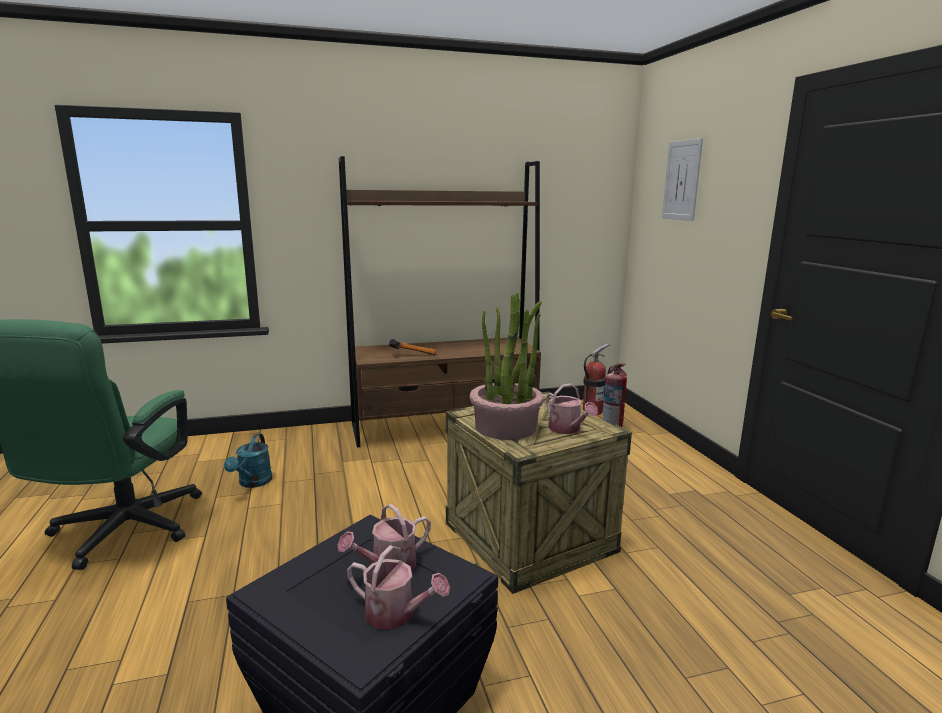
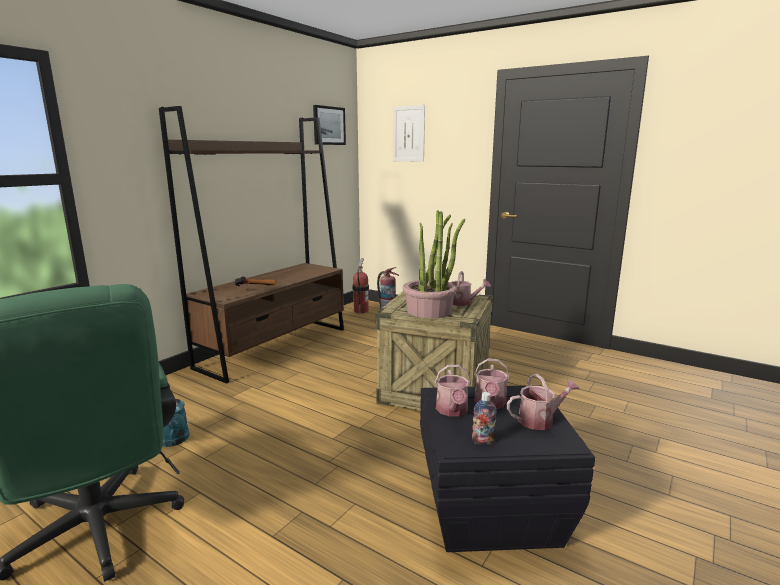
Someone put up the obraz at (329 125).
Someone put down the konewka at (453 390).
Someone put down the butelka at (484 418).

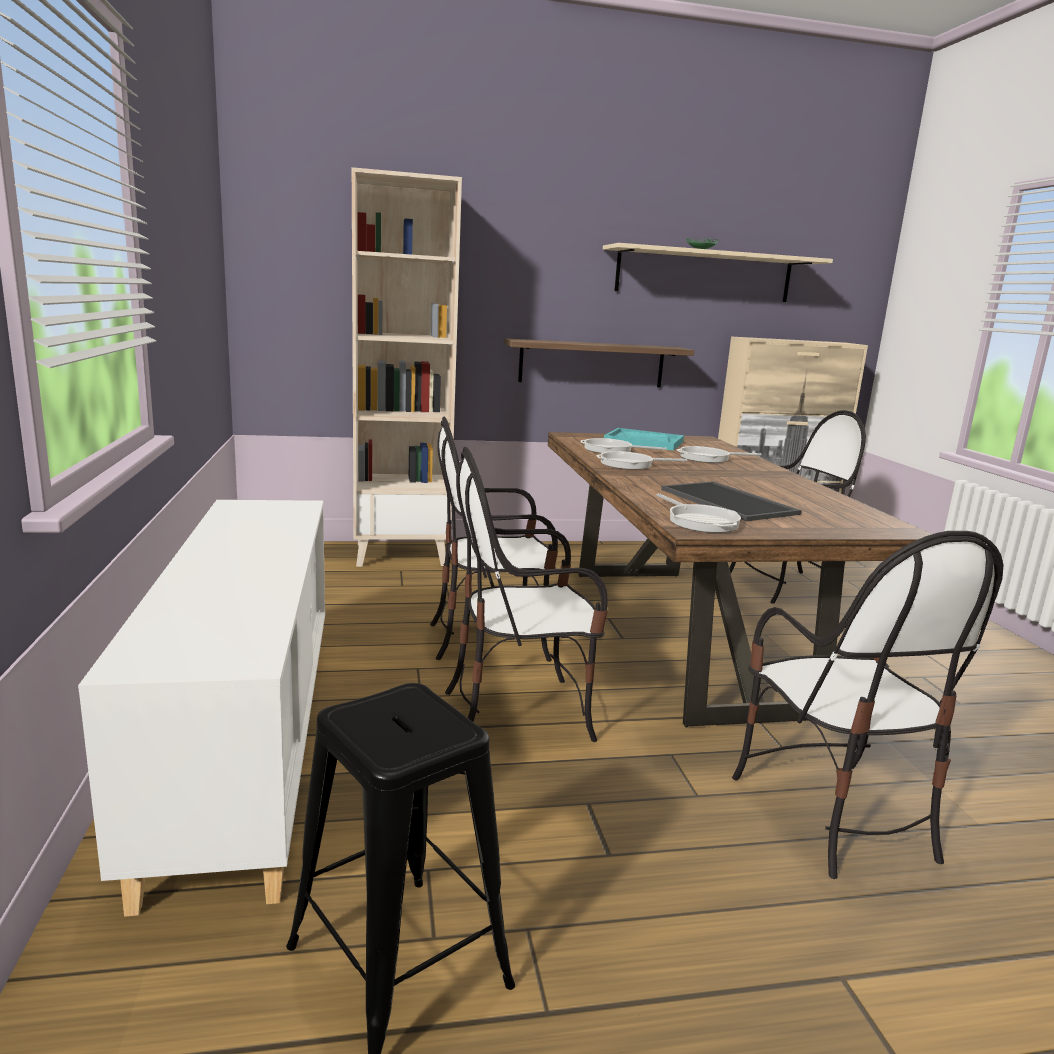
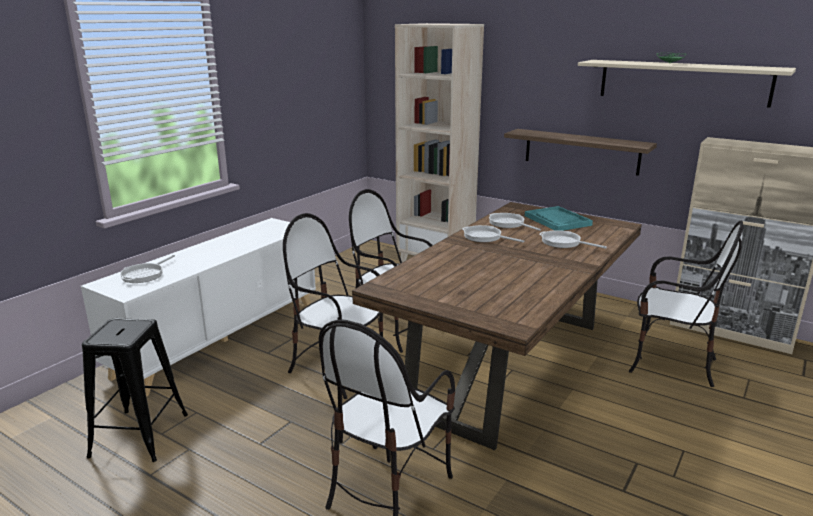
Someone took away the taca at (731 501).
Someone carried the patelnia from (699 513) to (147 269).

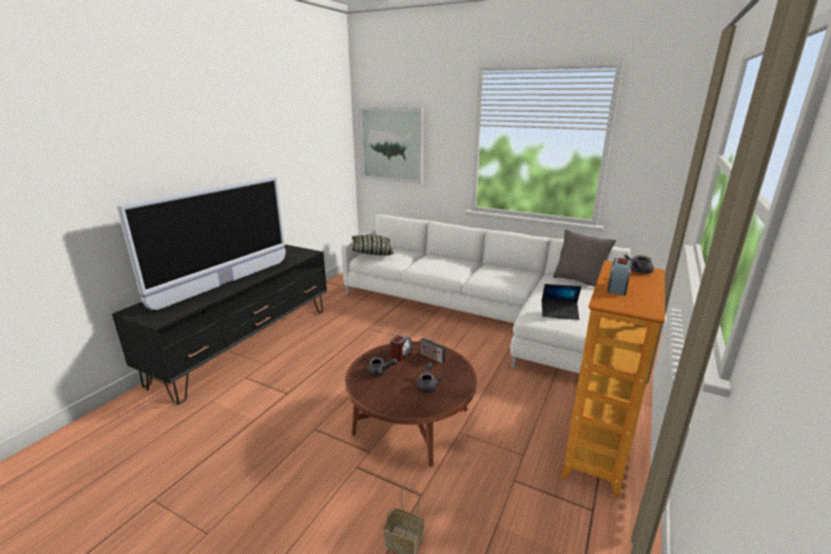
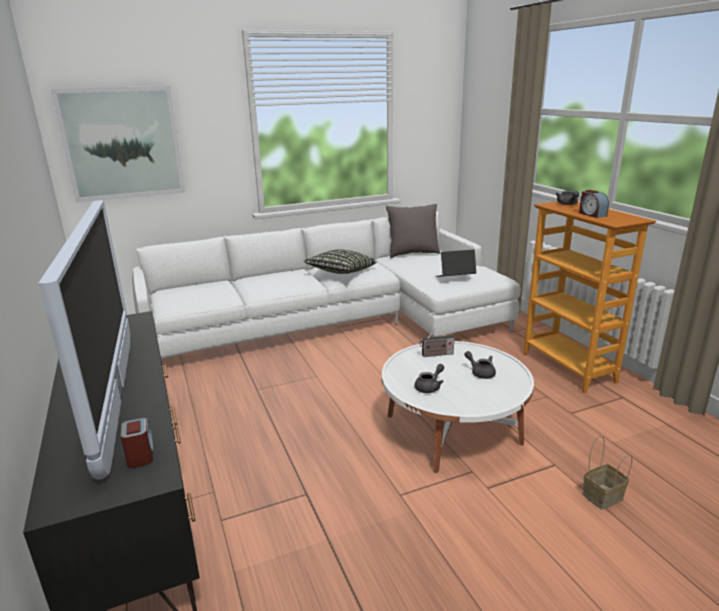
Someone carried the poduszka from (373 245) to (340 261).
Someone rotated the laptop at (561 302) by 150 degrees counterclockwise.
Someone carried the budzik from (401 348) to (137 442).
Someone repainted the ława (brązowy) at (411 404), which became the ława (biały) at (458 407).

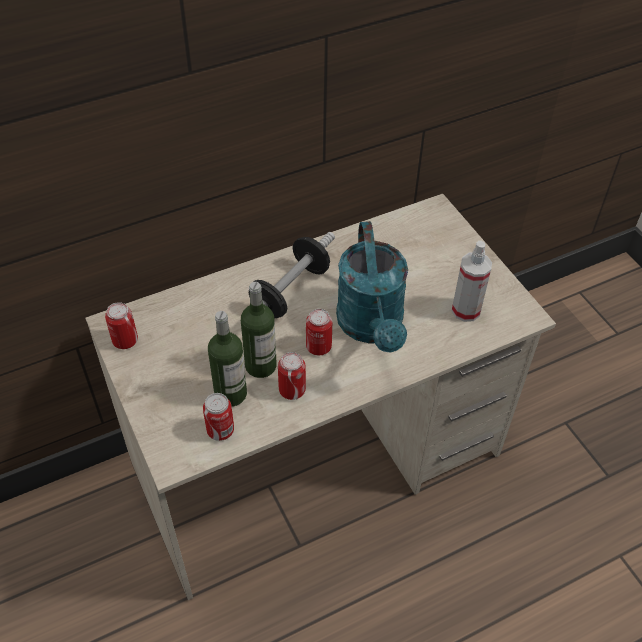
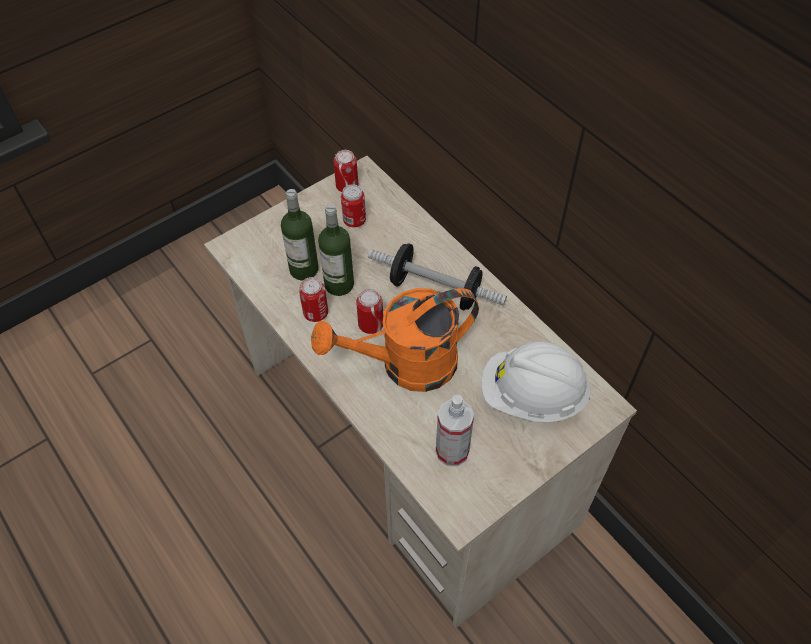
Someone repainted the konewka (turkusowy) at (372 287), which became the konewka (pomarańczowy) at (395 340).
Someone carried the puszka from (218 417) to (353 205).
Someone put down the kask (biały) at (536 381).

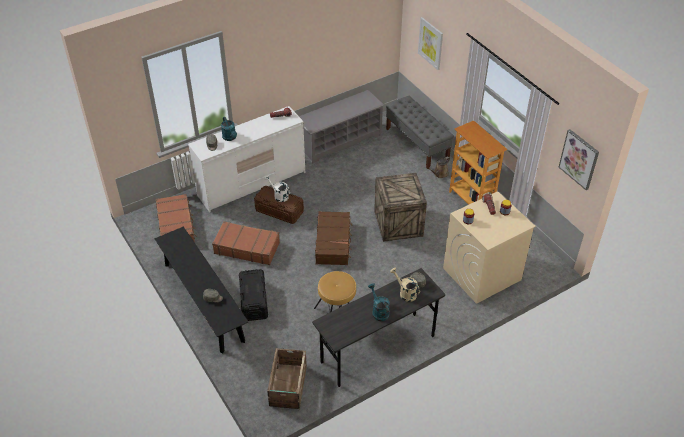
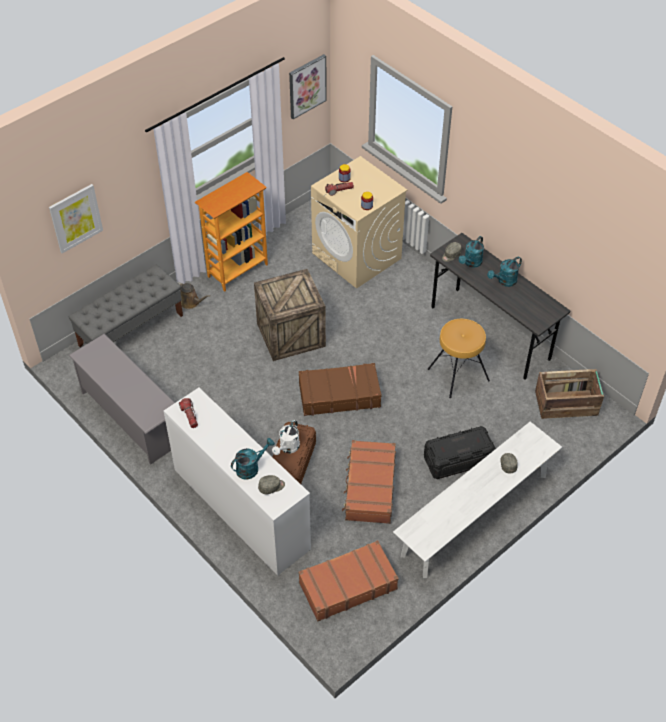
Someone repainted the ławka (czarny) at (201 290), which became the ławka (biały) at (477 500).
Someone repainted the konewka (beżowy) at (405 285), which became the konewka (turkusowy) at (471 252).

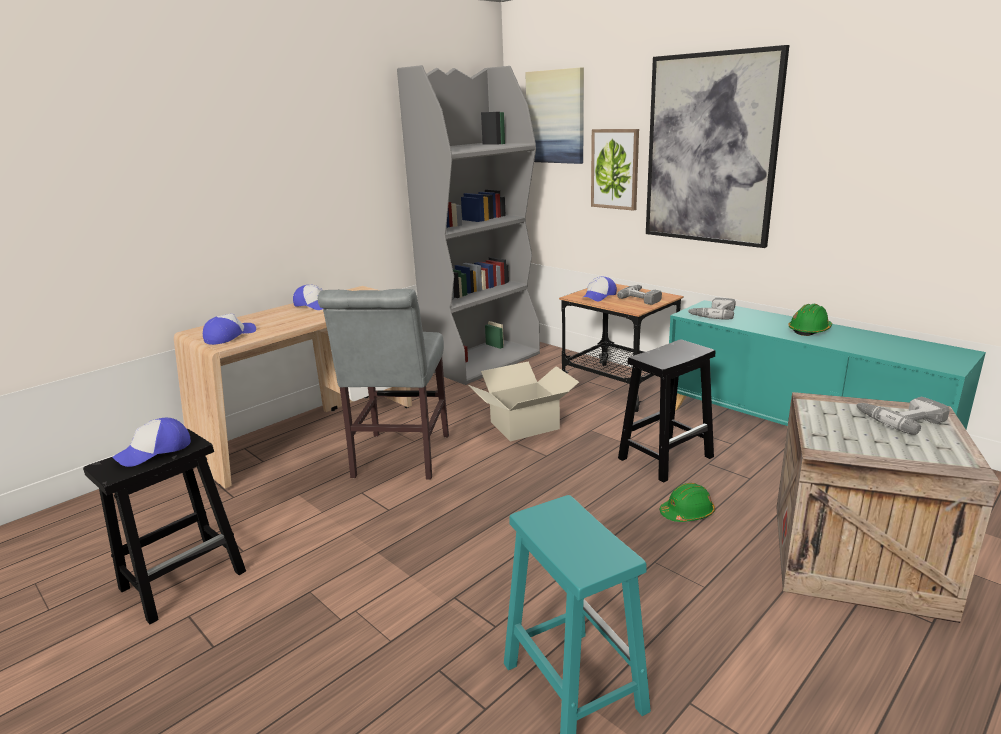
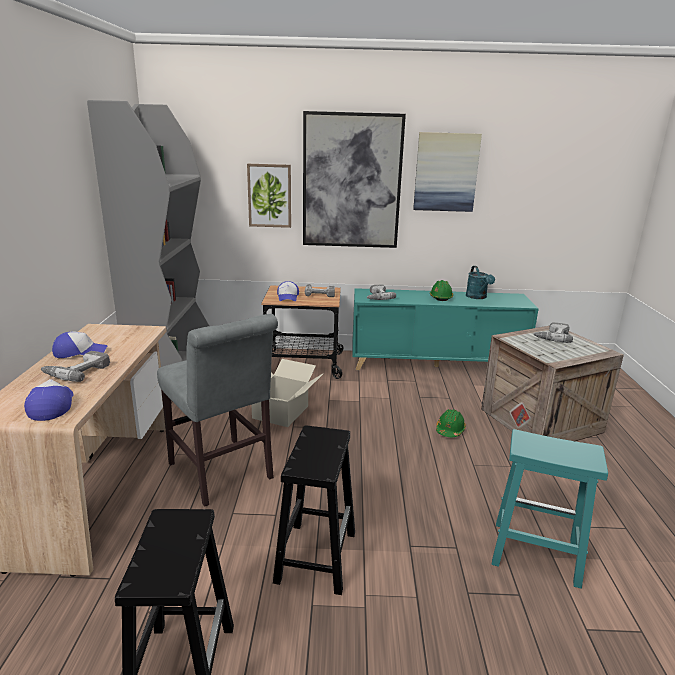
Someone carried the obraz from (554 116) to (447 172).
Someone carried the stołek (czarny) from (666 411) to (314 510).
Someone took away the czapka z daszkiem at (151 442).
Someone put down the konewka (turkusowy) at (480 282).
Someone put down the wiertarka at (75 366).

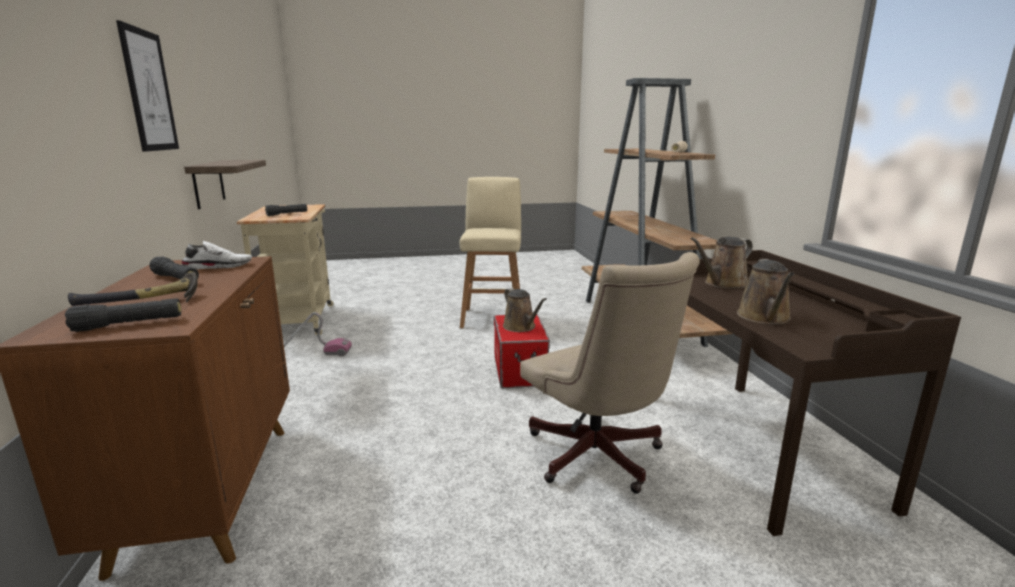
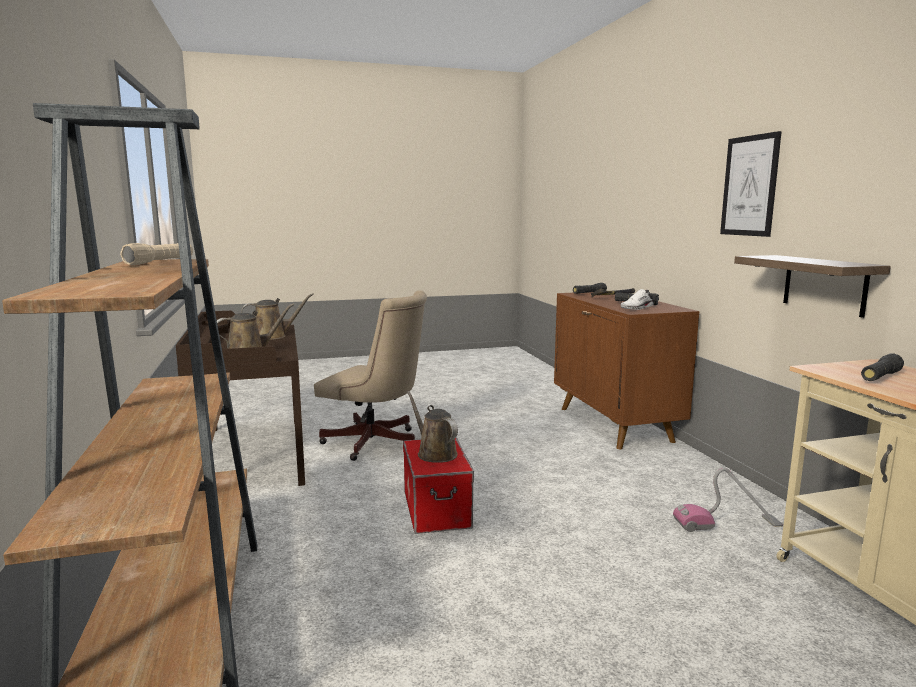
Someone took away the stołek (beżowy) at (490 252).
Someone rotated the krzesło biurowe (beżowy) at (610 373) by 150 degrees clockwise.
Someone rotated the konewka (brązowy) at (765 292) by 60 degrees clockwise.

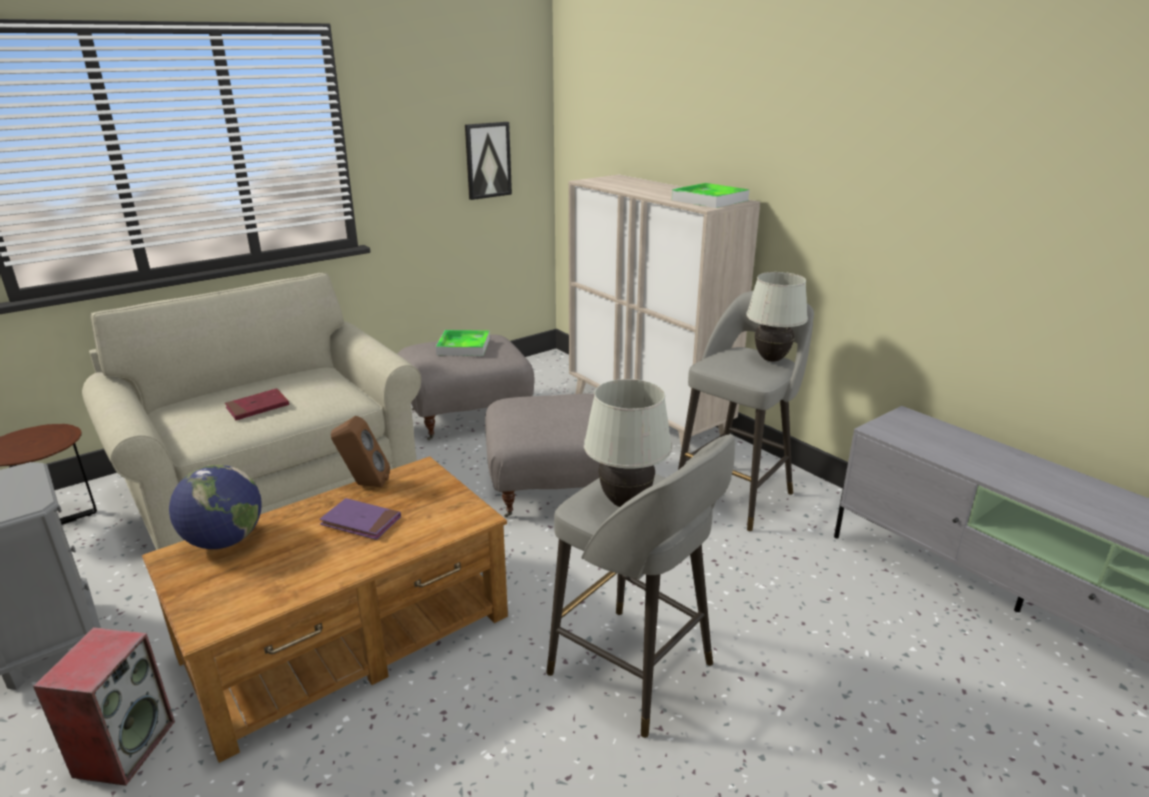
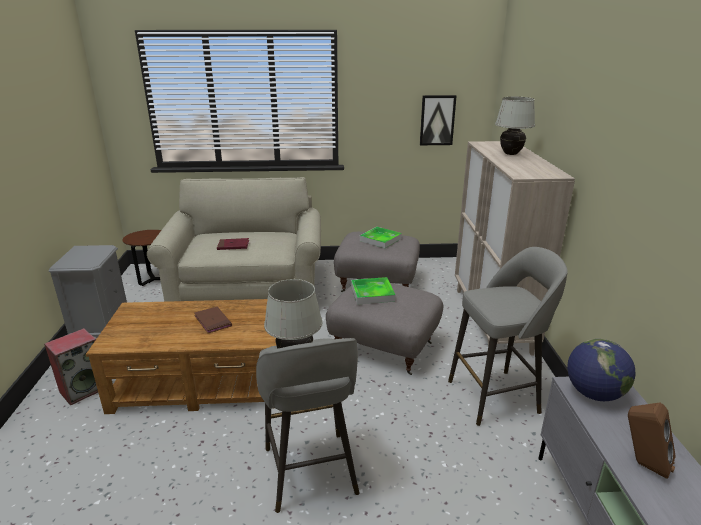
Someone carried the taca from (710 195) to (373 291).
Someone carried the lampa stołowa (biały) from (777 317) to (515 126).
Someone carried the głośnik (brązowy) from (360 451) to (652 441).
Someone carried the globus from (215 507) to (601 370).
Someone repainted the książka (fioletowy) at (360 519), which became the książka (brązowy) at (213 320).

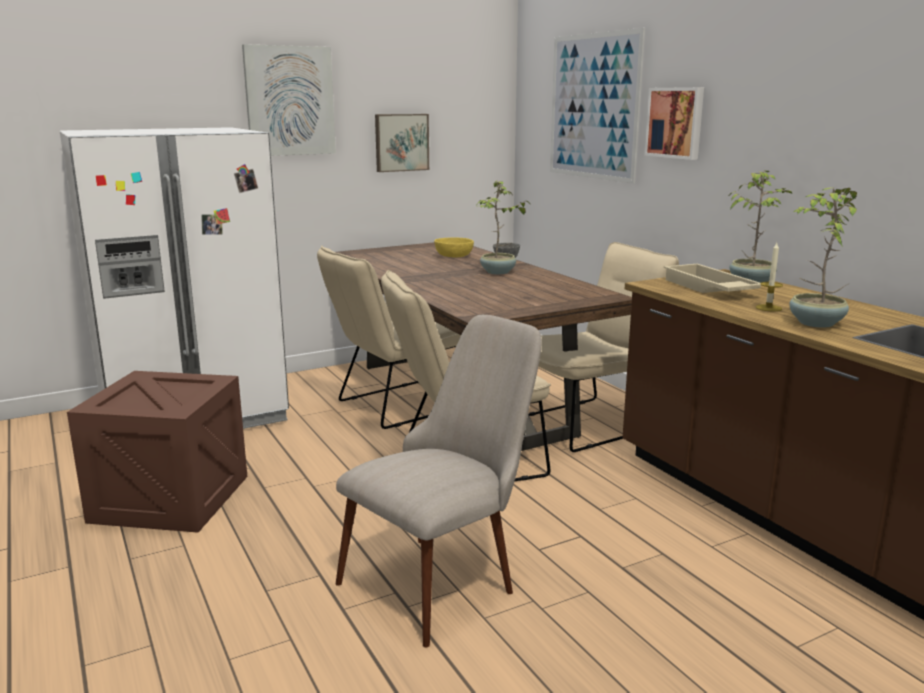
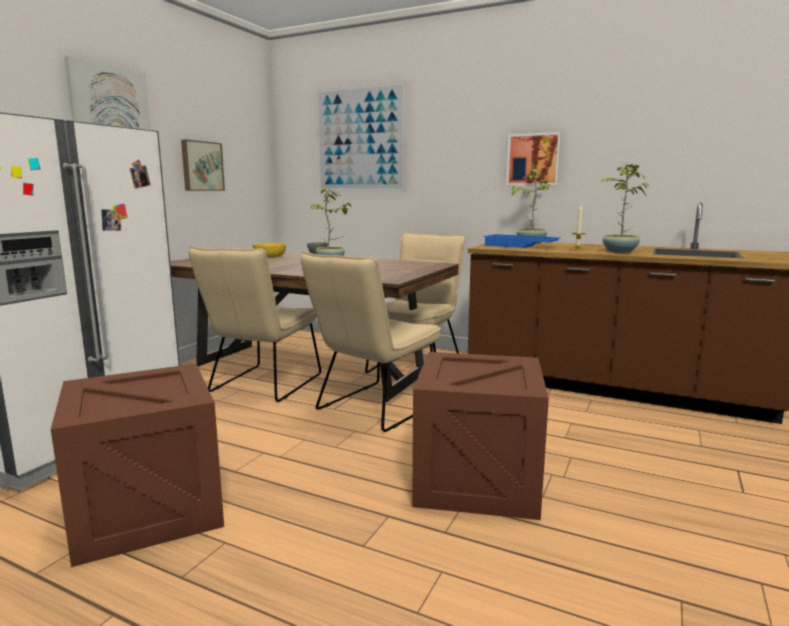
Someone carried the obraz from (674 123) to (534 159).
Someone repainted the taca (beżowy) at (713 278), which became the taca (niebieski) at (522 241).
Someone swapped the krzesło (beżowy) at (439 481) for the skrzynka at (480 436).

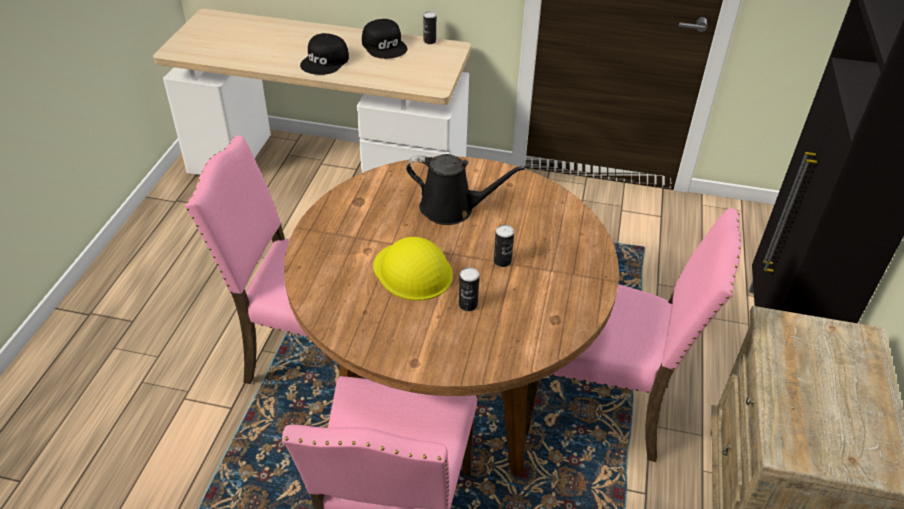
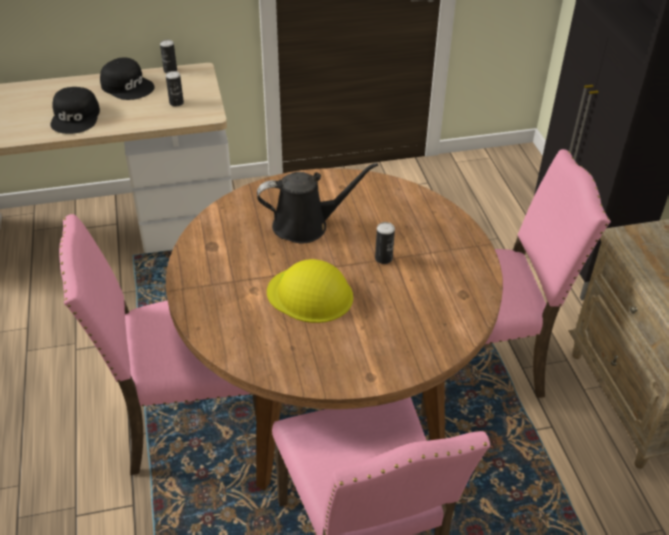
Someone carried the puszka from (469 289) to (175 89).

